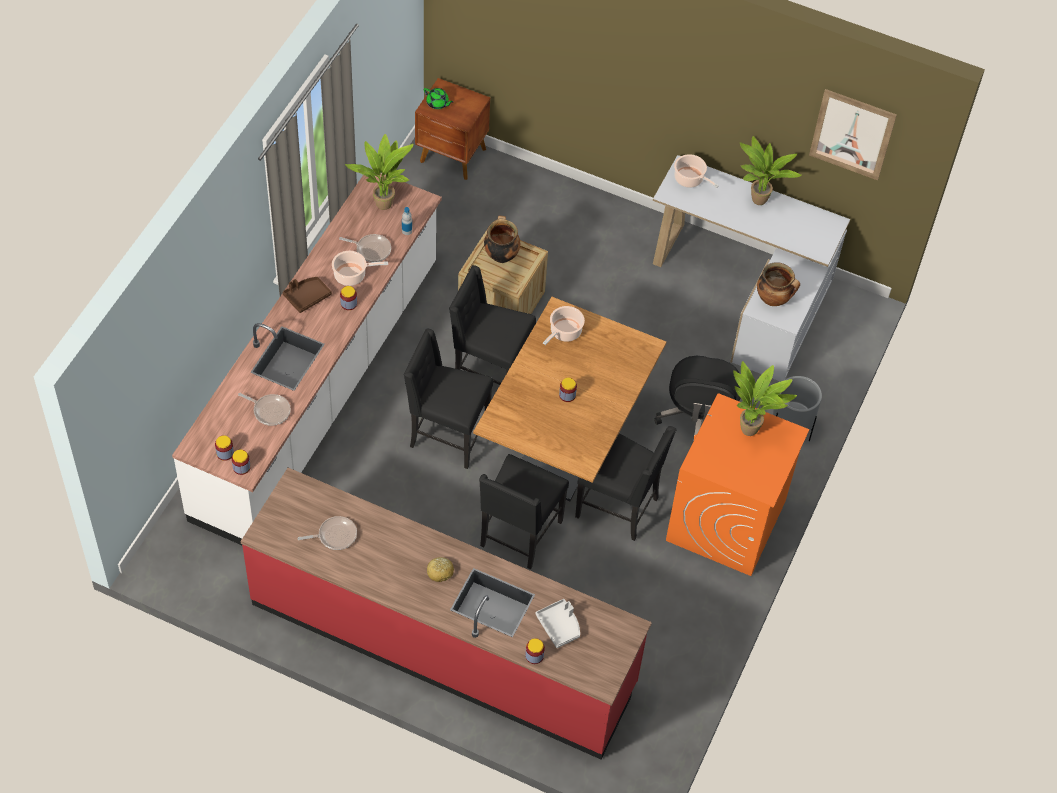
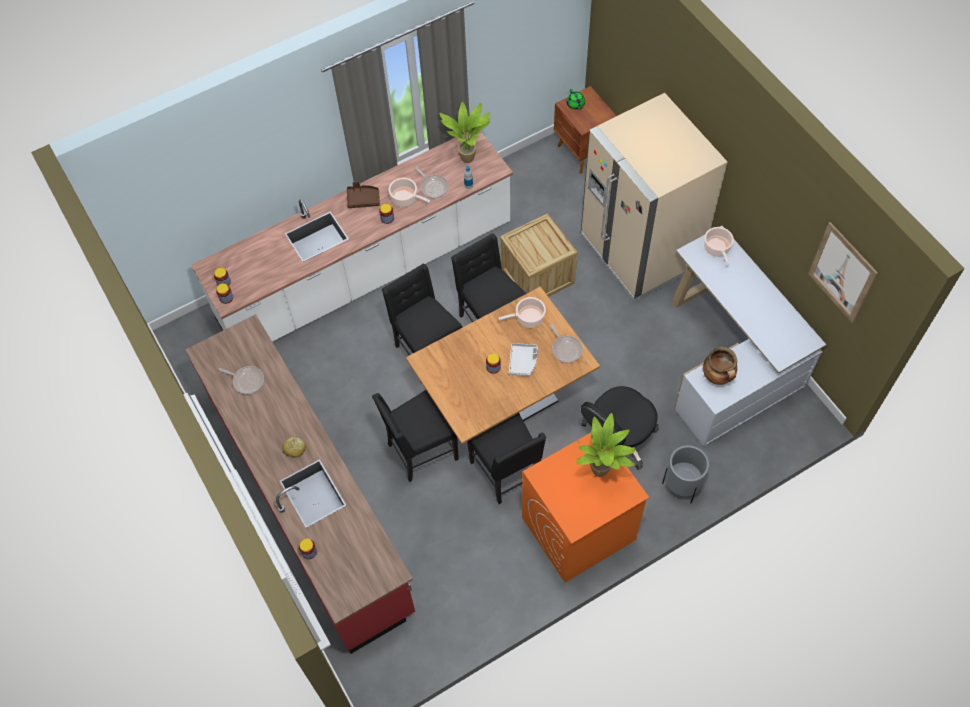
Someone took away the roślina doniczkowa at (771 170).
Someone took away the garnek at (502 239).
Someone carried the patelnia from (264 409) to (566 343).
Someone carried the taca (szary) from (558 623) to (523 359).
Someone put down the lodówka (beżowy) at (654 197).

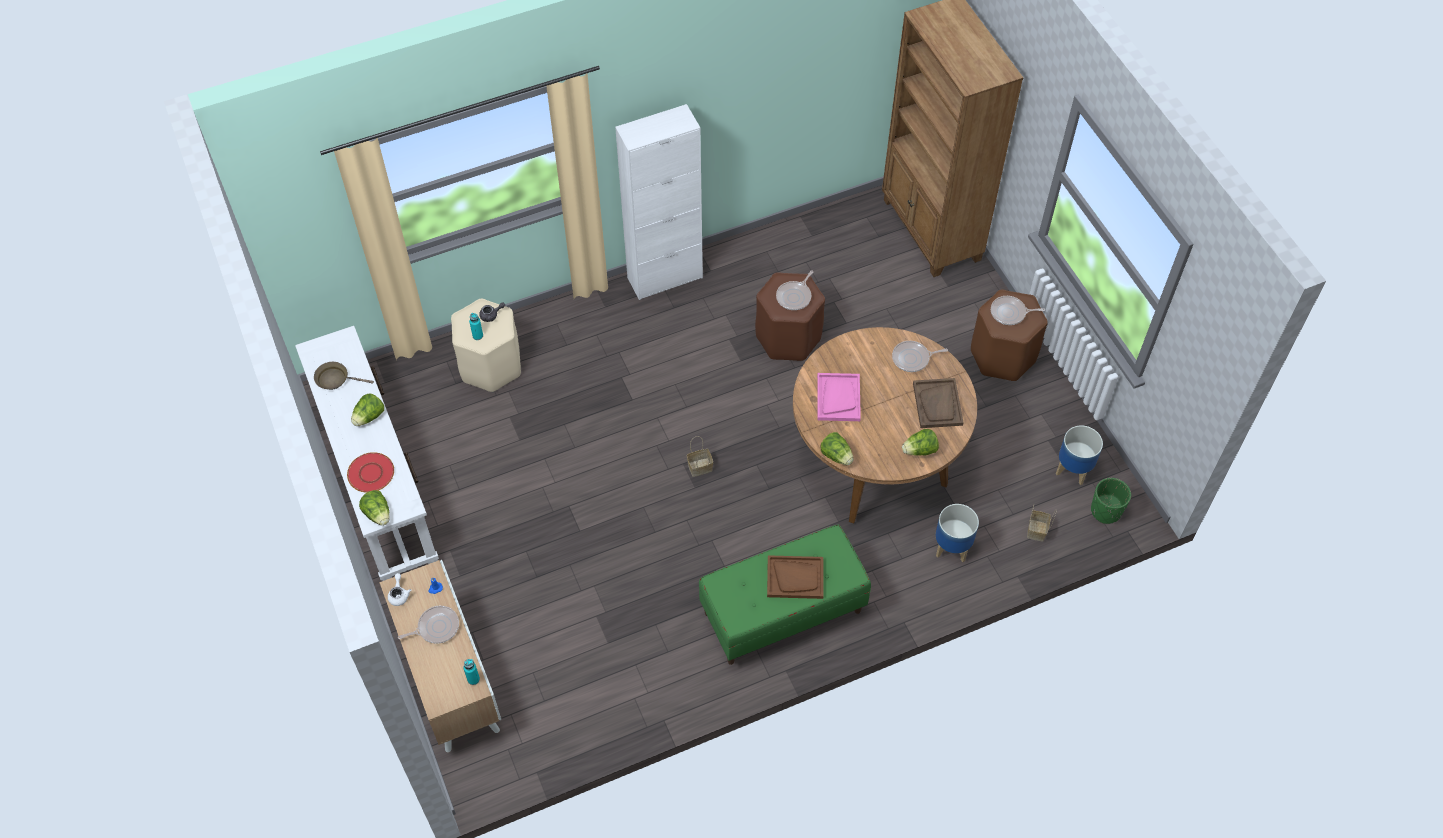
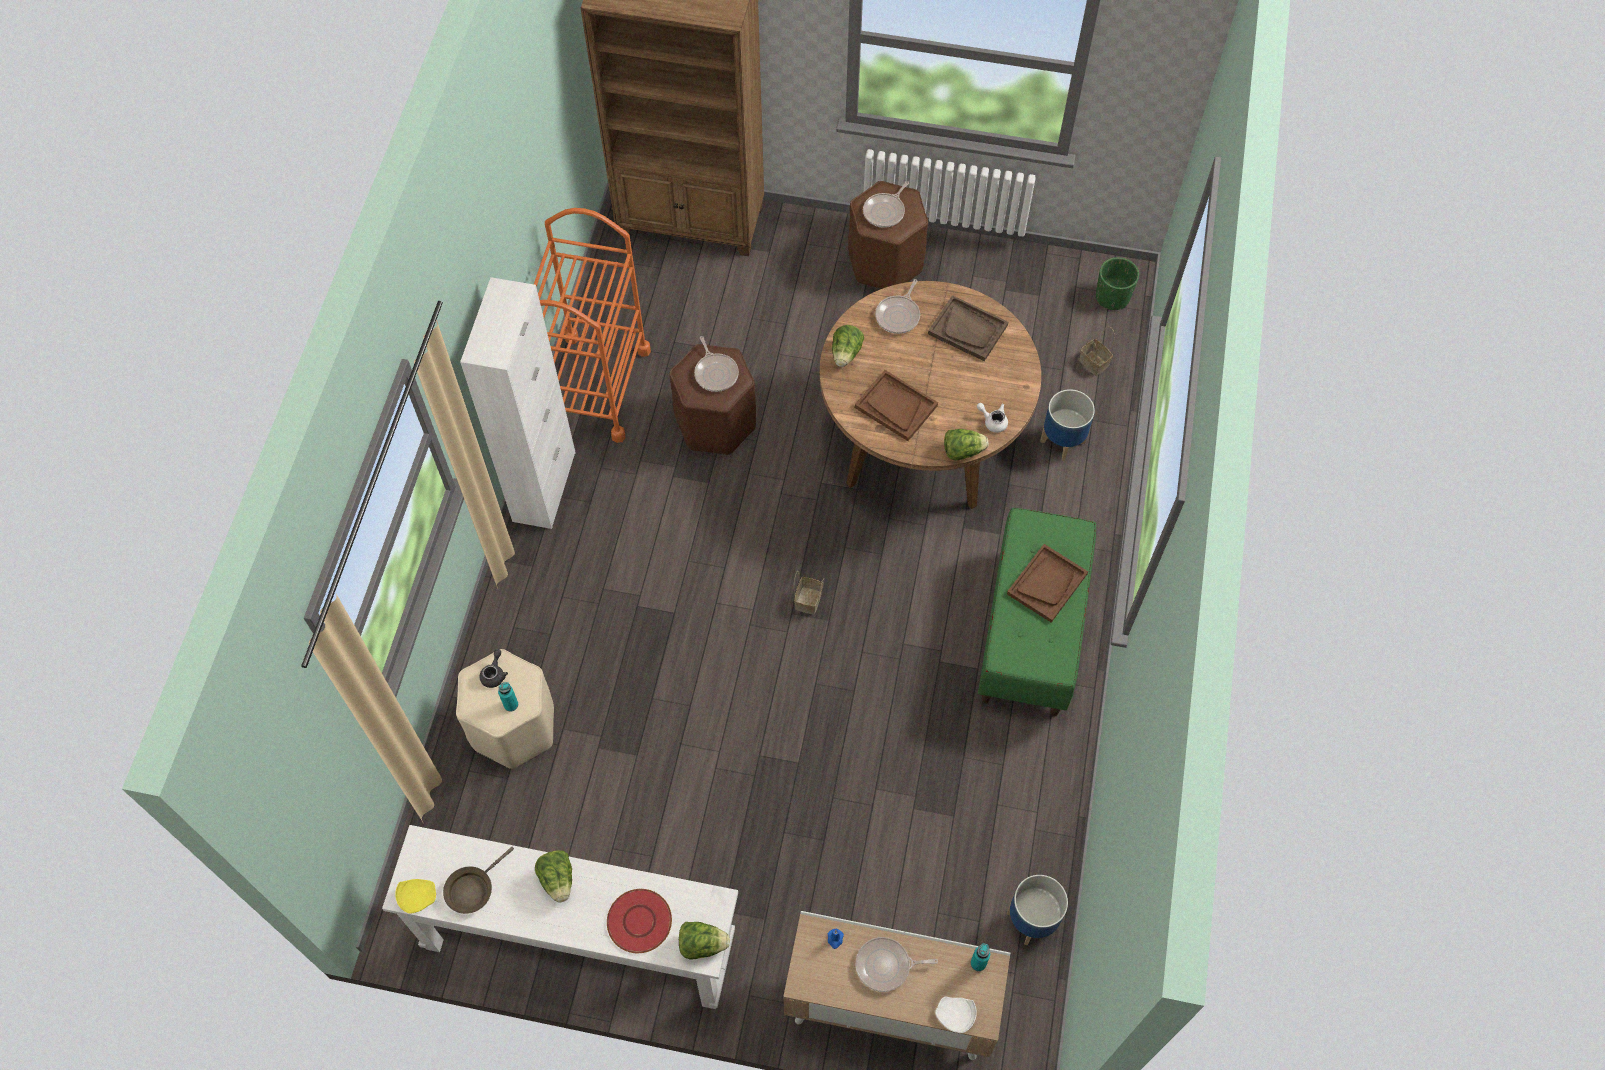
Someone repainted the taca (różowy) at (839 397), which became the taca (brązowy) at (896 405).
Someone carried the donica from (1079 455) to (1037 910).
Someone carried the sałata from (920 442) to (848 346).
Someone carried the imbryk (biały) from (399 589) to (992 418).
Someone rotated the patelnia at (428 625) by 105 degrees counterclockwise.
Someone put down the wózek (pomarańczowy) at (592 325).
Someone put down the talerz (żółty) at (415 896).
Someone put down the talerz (biały) at (956 1015).

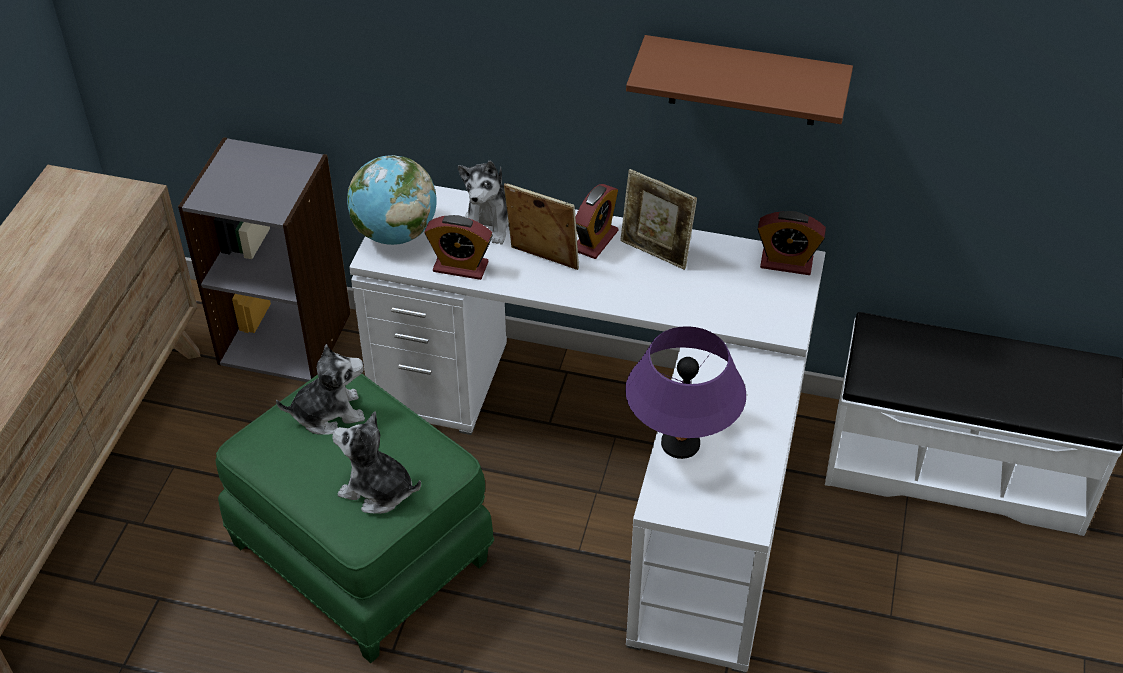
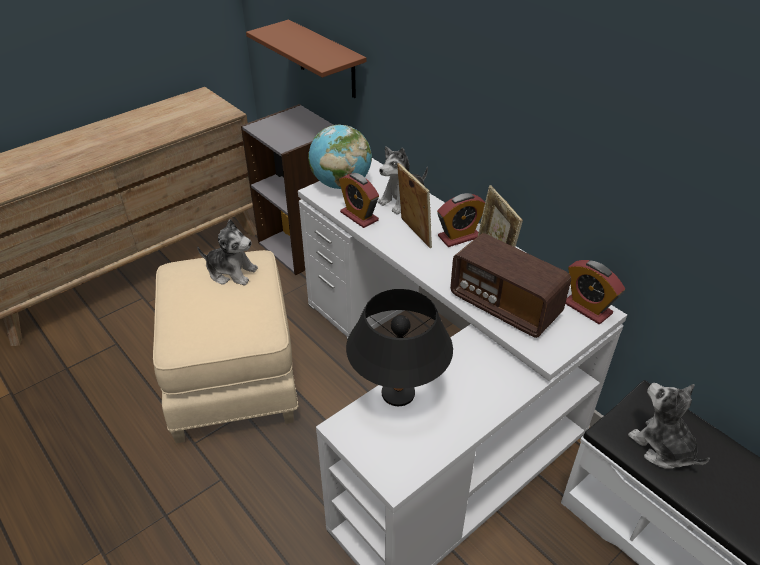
Someone carried the półka (brązowy) from (739 80) to (306 59).
Someone repainted the lampa stołowa (fioletowy) at (685 392), which became the lampa stołowa (czarny) at (399 347).
Someone repainted the pufa (zielony) at (355 518), which became the pufa (beżowy) at (225 346).
Someone carried the pluszak from (376 462) to (669 426).
Someone put down the radio at (510 285).

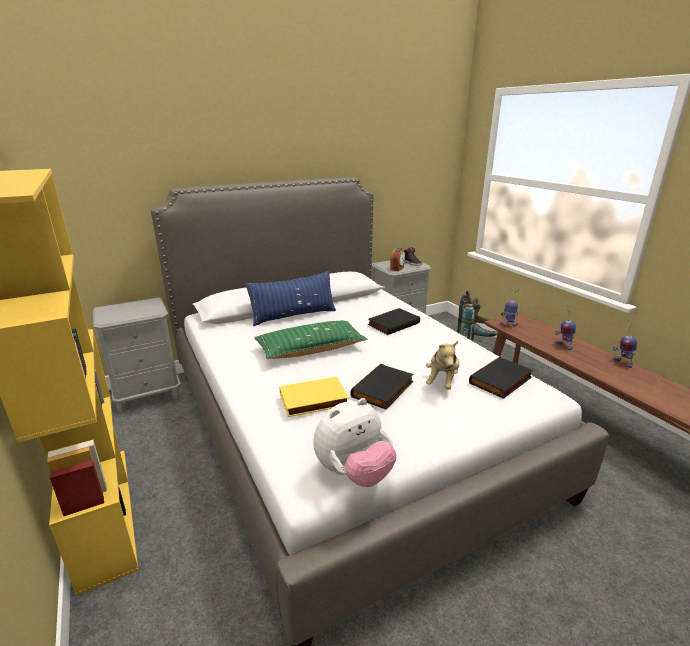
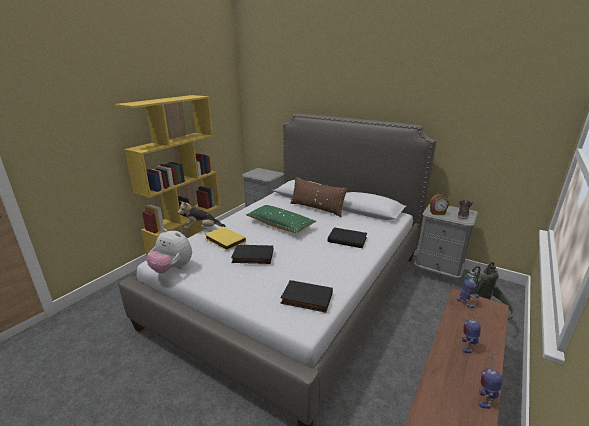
Someone repainted the poduszka (niebieski) at (290 298), which became the poduszka (brązowy) at (318 197).
Someone carried the pluszak from (443 365) to (201 215).

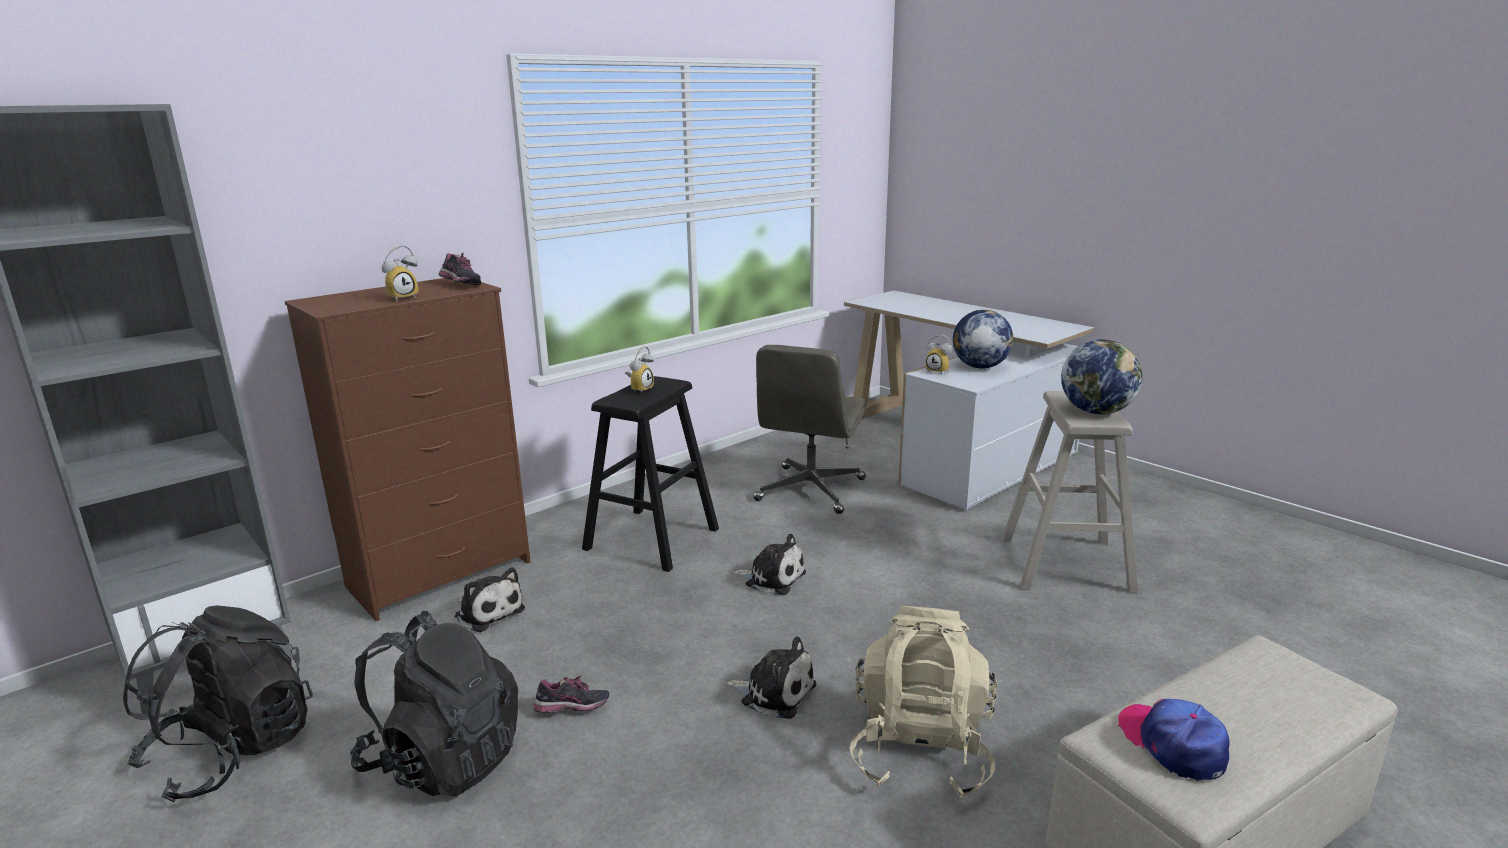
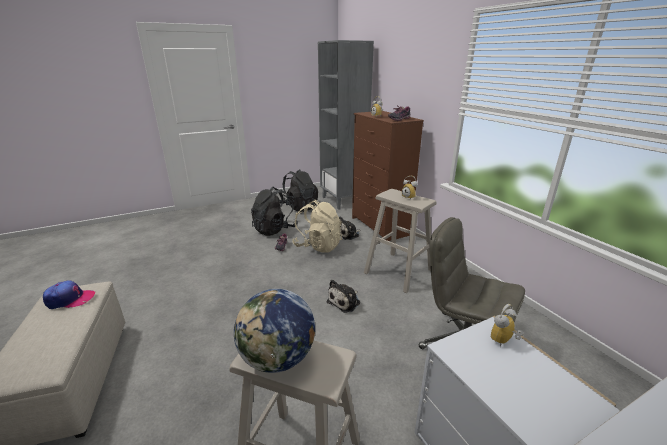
Someone took away the globus at (983 339).
Someone repainted the stołek (czarny) at (650 474), which became the stołek (beżowy) at (400 241).
Someone carried the plecak (beżowy) from (923 702) to (317 226).
Someone took away the pluszak at (770 678).

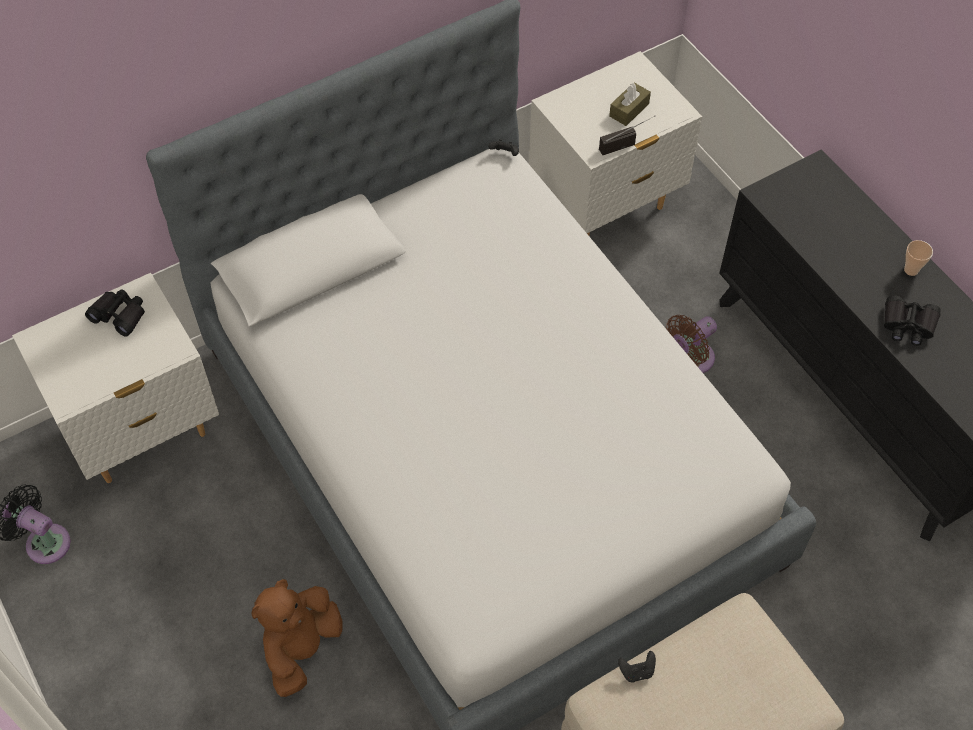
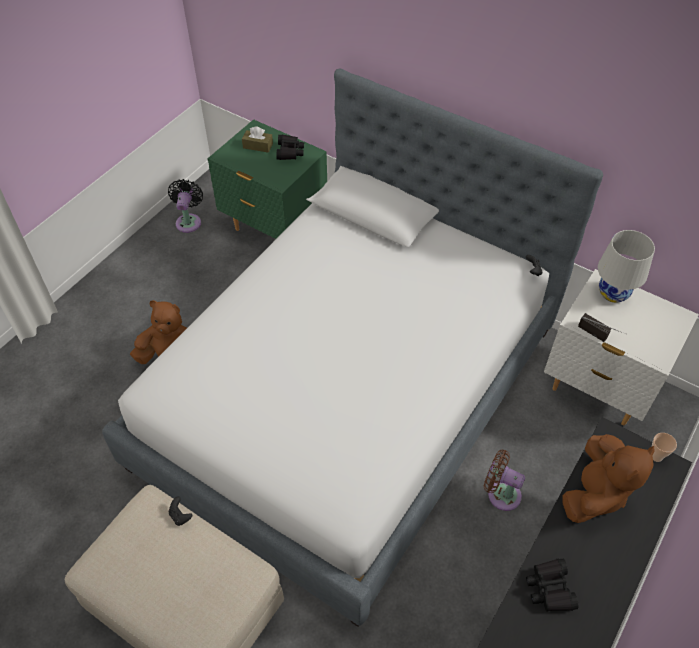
Someone carried the pudełko chusteczek (brązowy) from (630 104) to (257 139).
Someone carried the filiżanka from (918 258) to (664 447).
Someone repainted the szafka nocna (biały) at (115 378), which became the szafka nocna (zielony) at (267 179).
Someone put down the lampa stołowa (biały) at (626 266).
Someone put down the pluszak (brązowy) at (608 478).

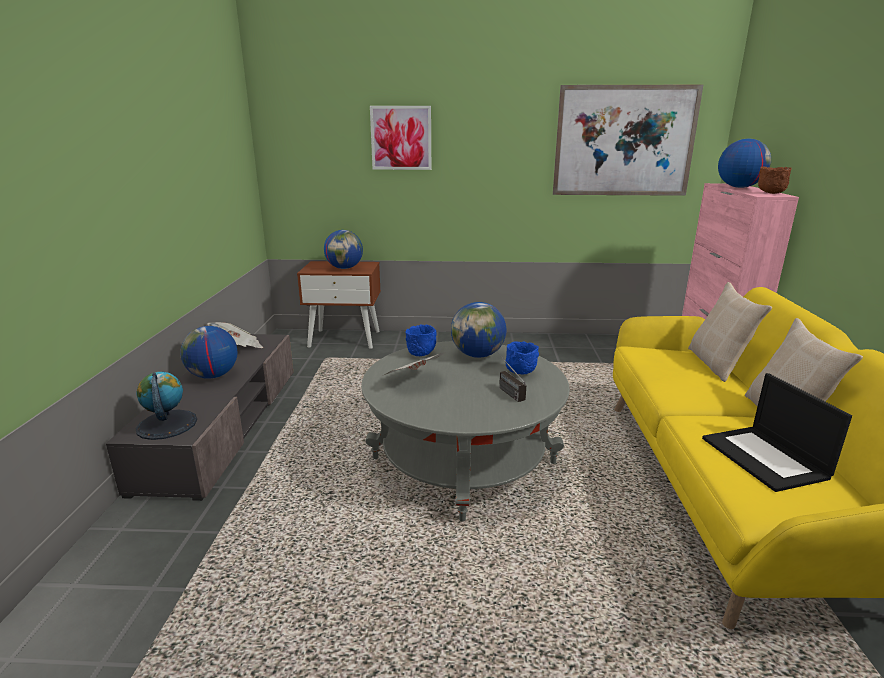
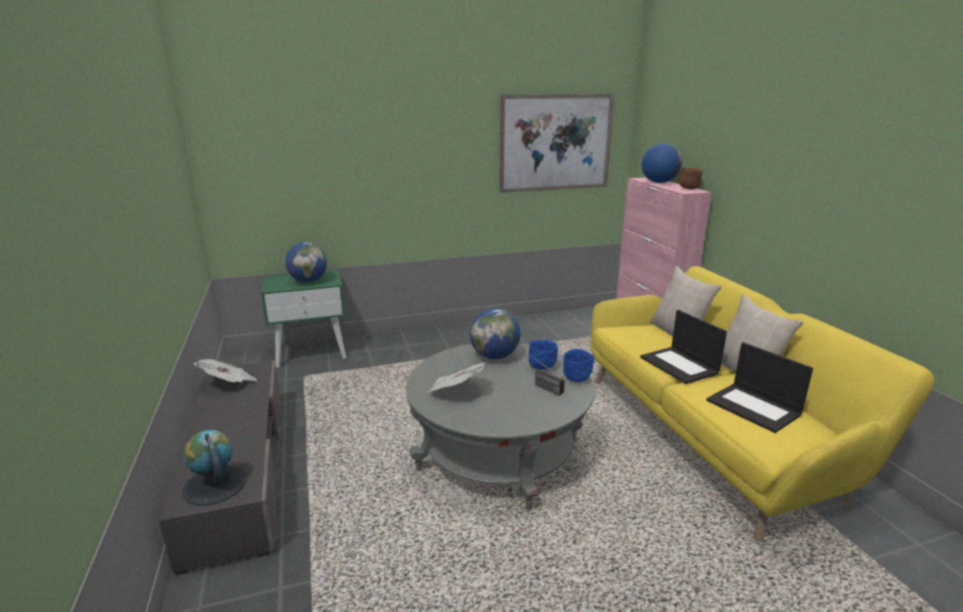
Someone took away the obraz at (400 138).
Someone repainted the szafka nocna (brązowy) at (339 305), which became the szafka nocna (zielony) at (303 319).
Someone carried the miska (niebieski) from (421 340) to (579 365).
Someone took away the globus at (208 352).
Someone put down the laptop at (683 347).

